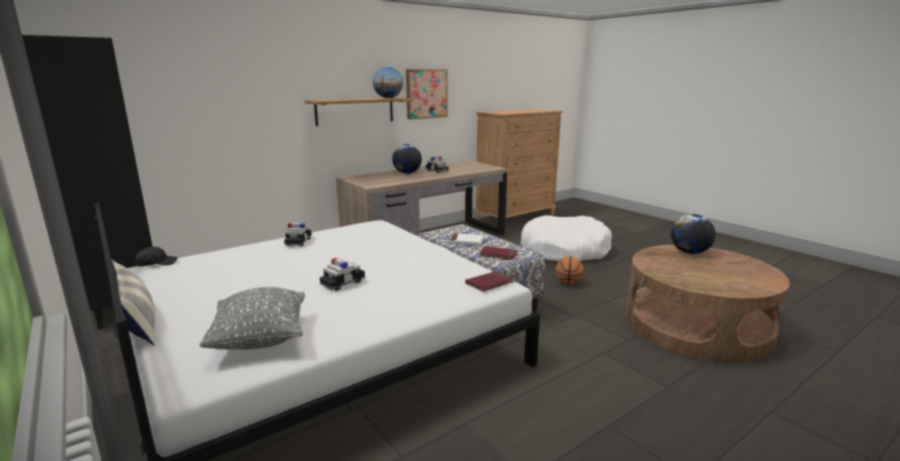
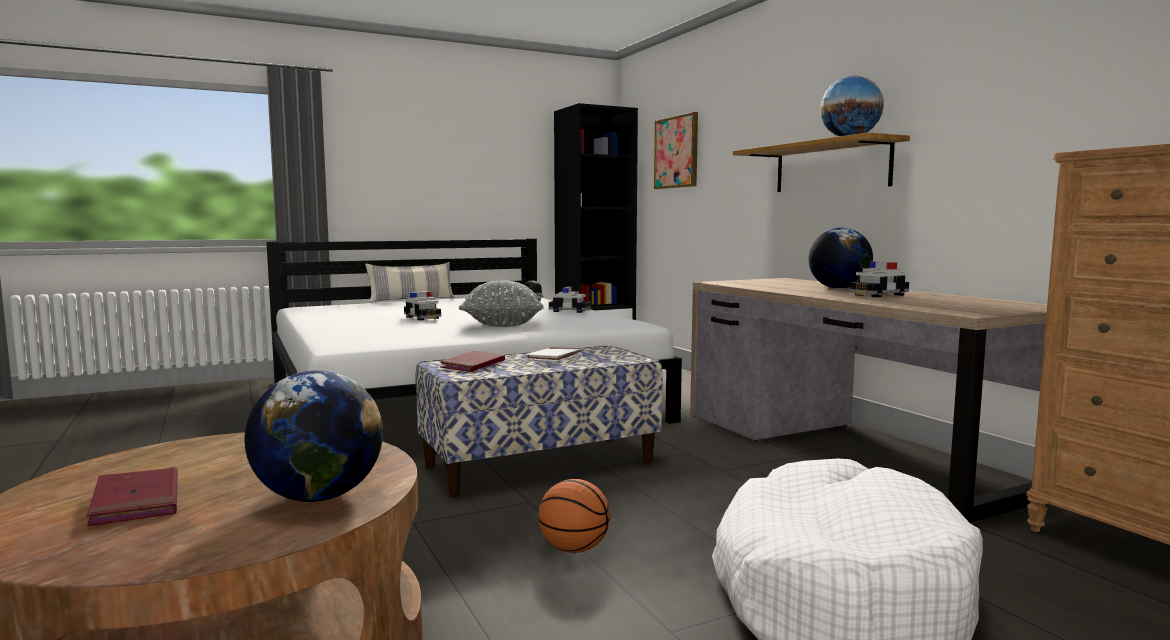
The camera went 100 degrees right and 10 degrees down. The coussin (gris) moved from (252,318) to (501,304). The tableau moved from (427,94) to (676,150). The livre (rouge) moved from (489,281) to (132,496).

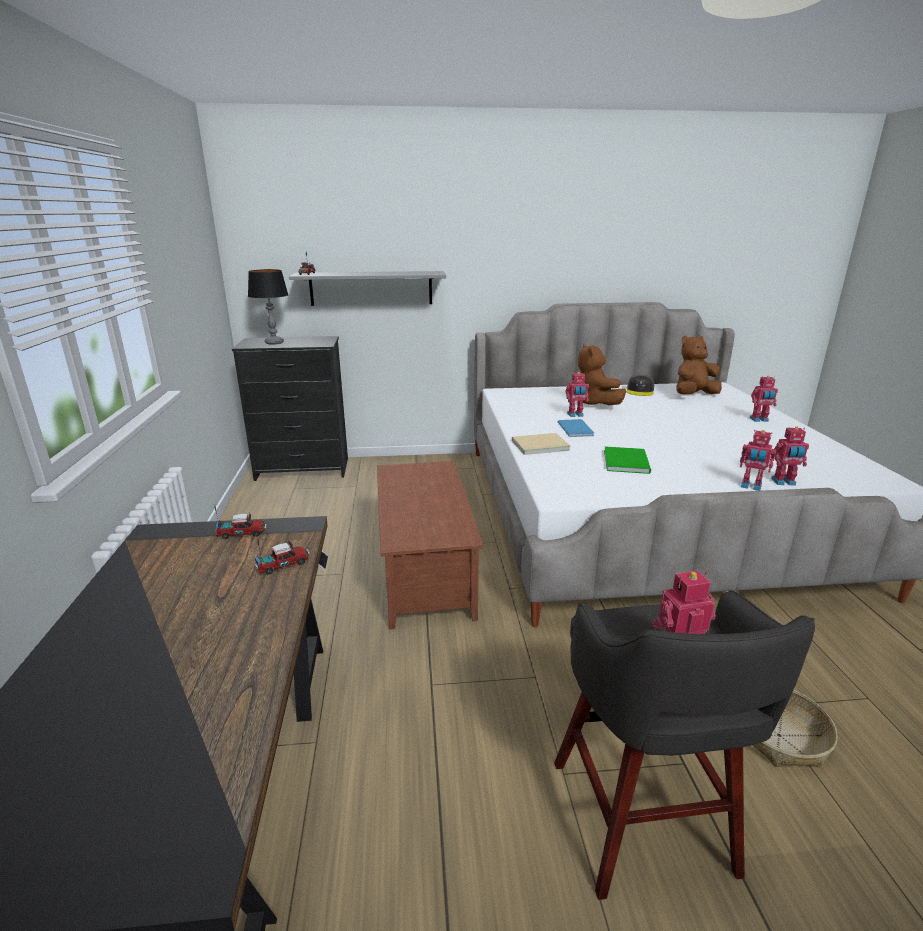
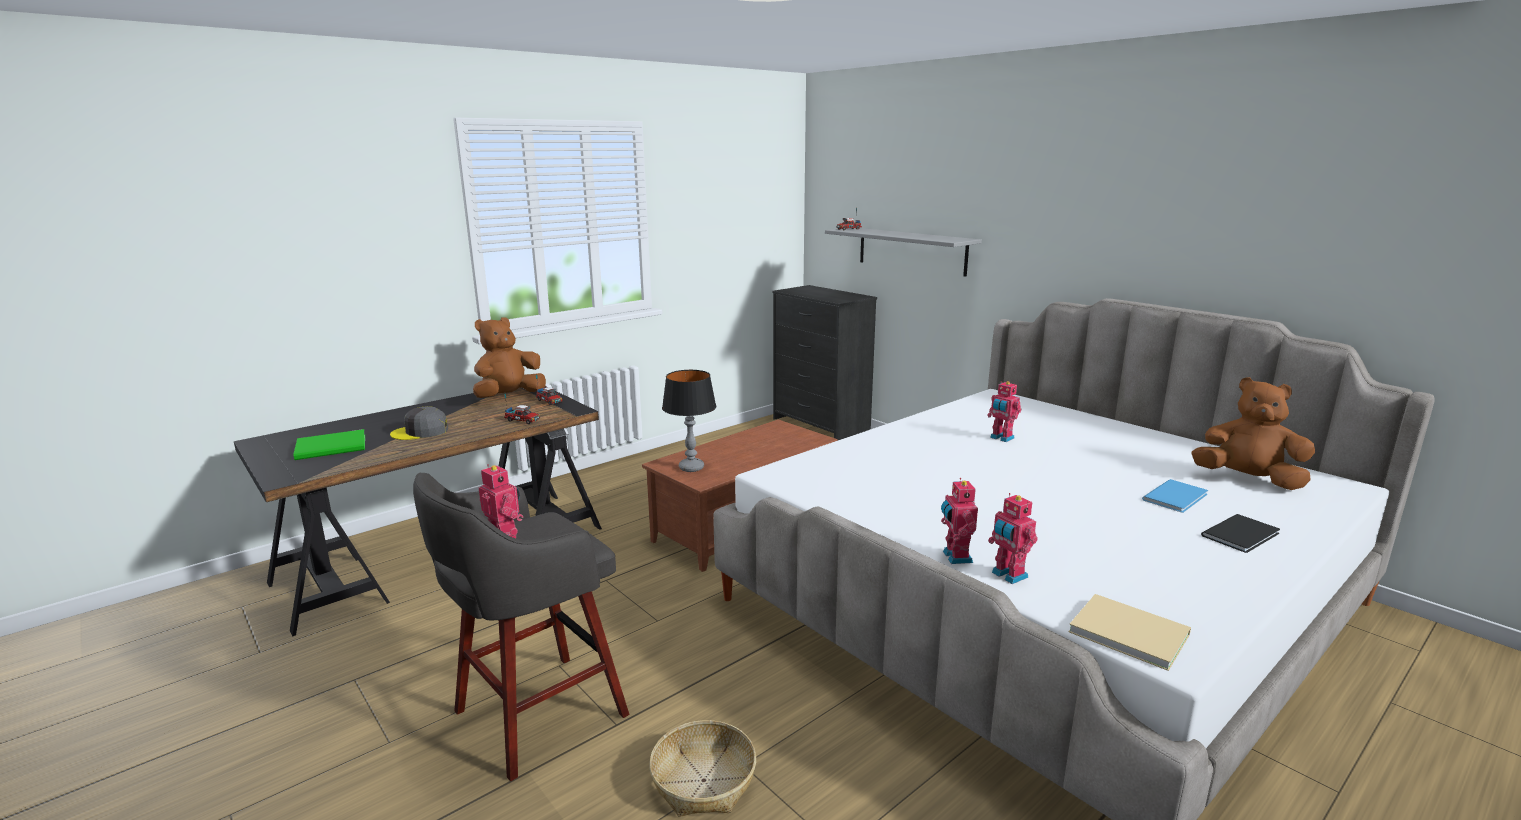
The camera went 55 degrees right and 5 degrees down. The lampe de table moved from (268,307) to (689,421). The livre (beige) moved from (541,444) to (1129,632). The livre (bleu) moved from (576,428) to (1175,496). The peluche (marron) moved from (602,374) to (509,357). The livre (vert) moved from (627,460) to (329,444). The casquette (gris) moved from (640,385) to (419,423). The robot jouet at (764,399) was replaced by the livre (noir) at (1240,533).

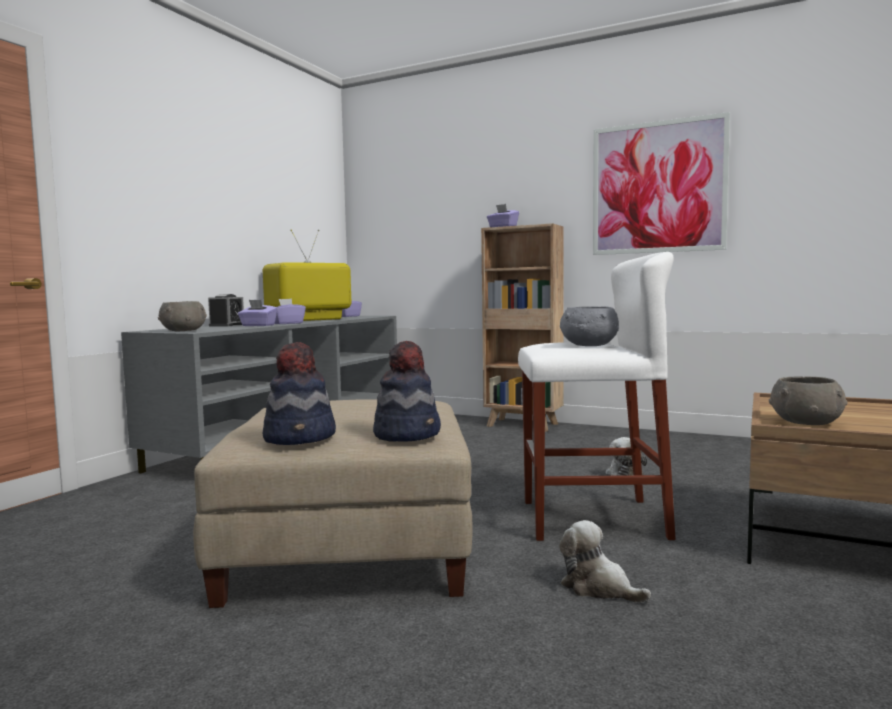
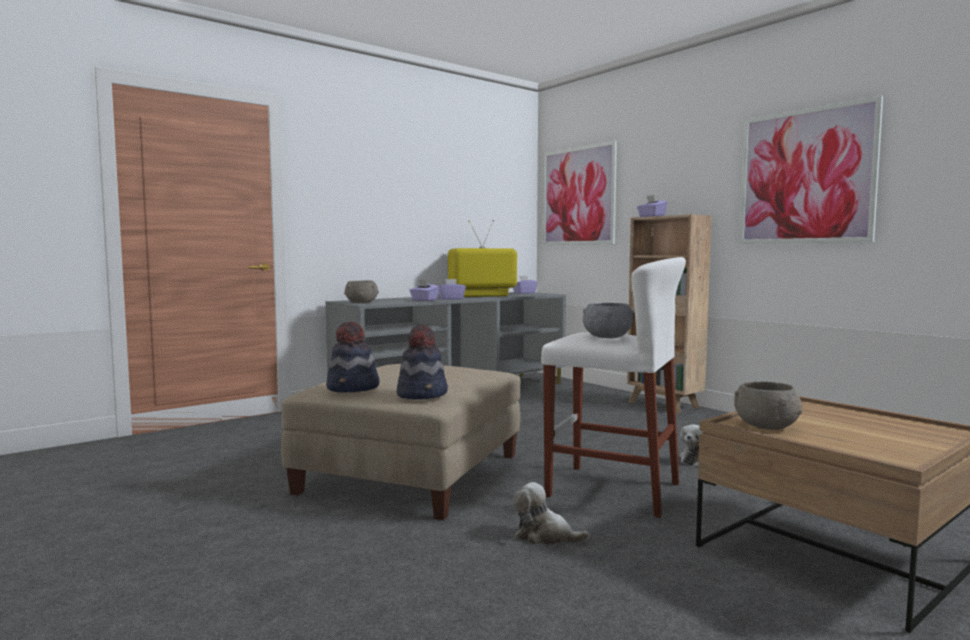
The camera went 25 degrees right and 0 degrees up. The réveil at (226,310) disappeared. The tableau at (580,193) appeared. The peluche at (605,561) turned 45 degrees counterclockwise.

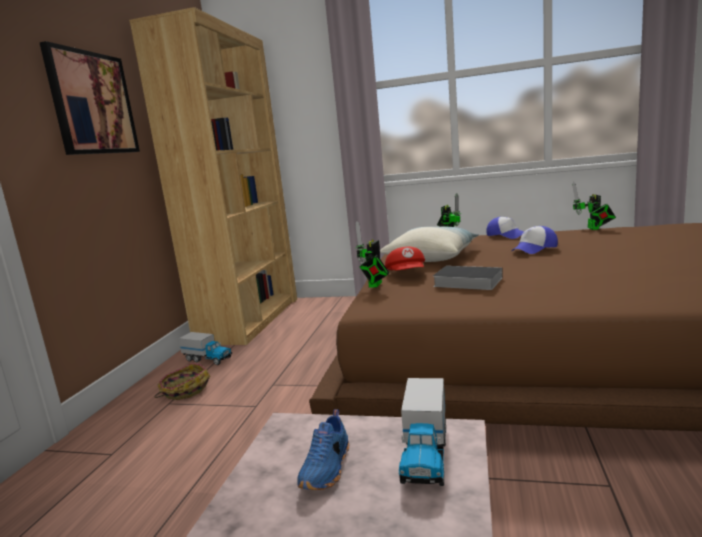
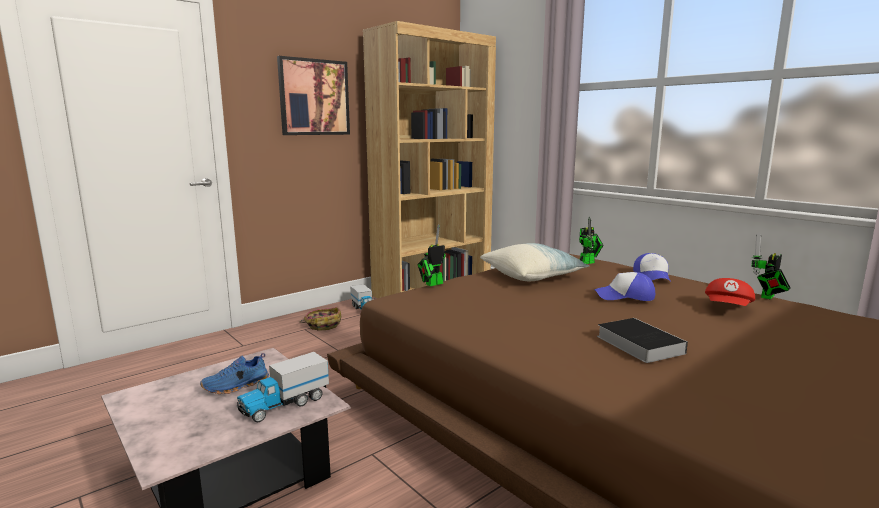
The camera went 35 degrees right and 0 degrees up. The casquette (rouge) moved from (405,258) to (730,292). The livre moved from (468,278) to (642,340).

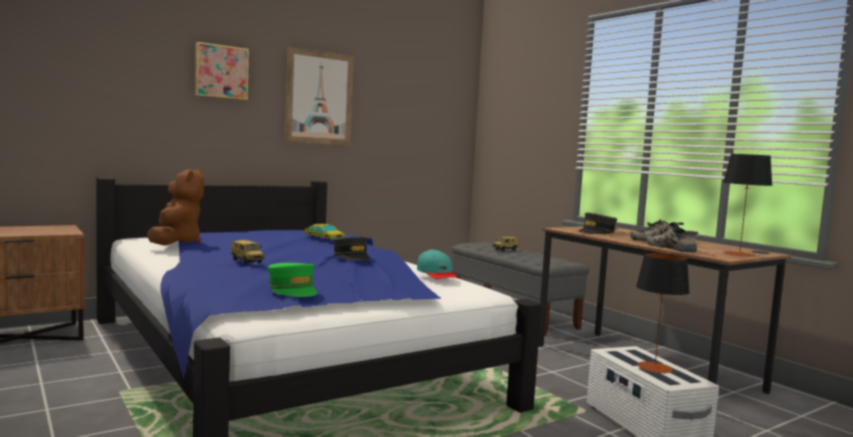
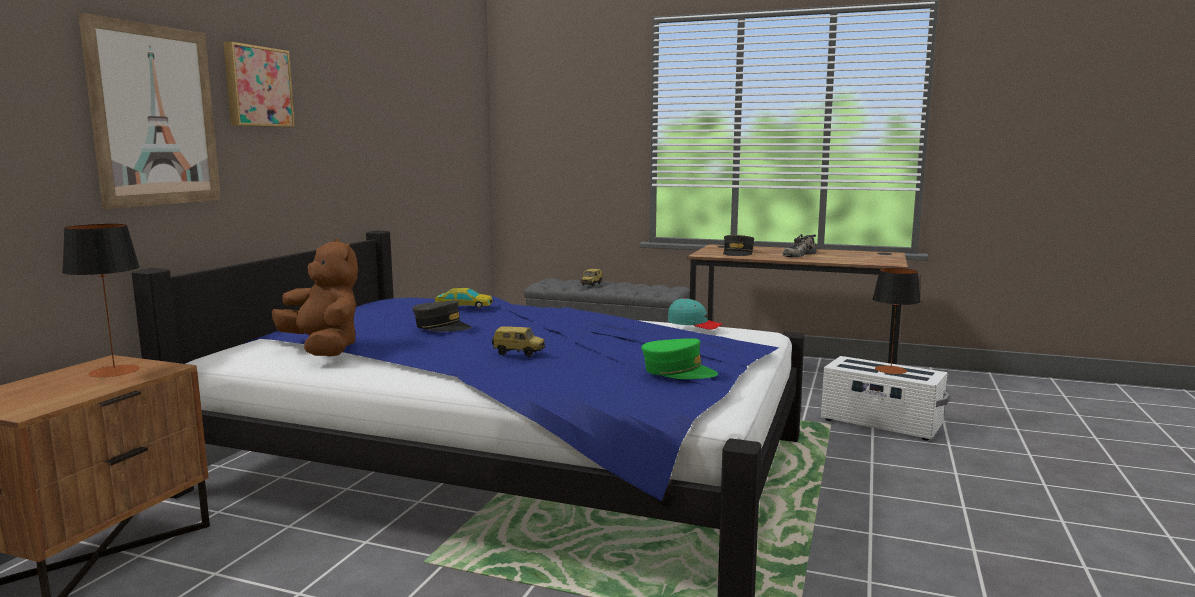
The camera went 35 degrees left and 5 degrees up. The chaussure at (672,239) disappeared. The tableau moved from (319,96) to (149,111). The casquette (gris) moved from (351,248) to (442,316). The lampe de table moved from (747,205) to (101,301).

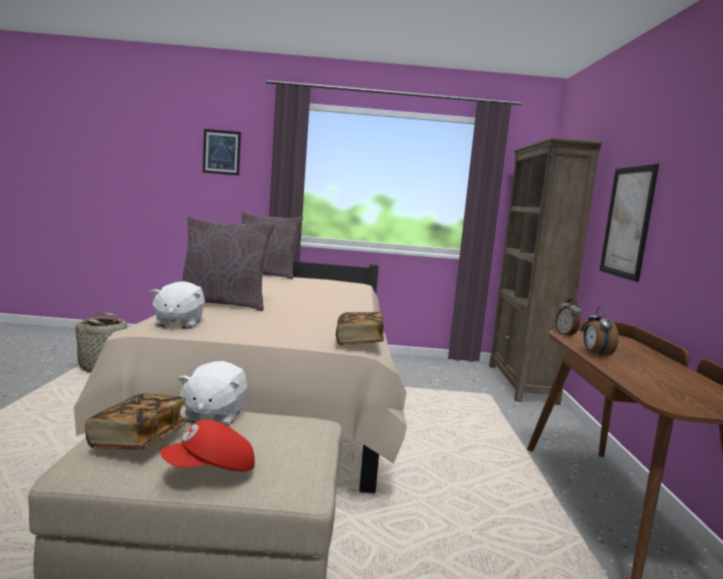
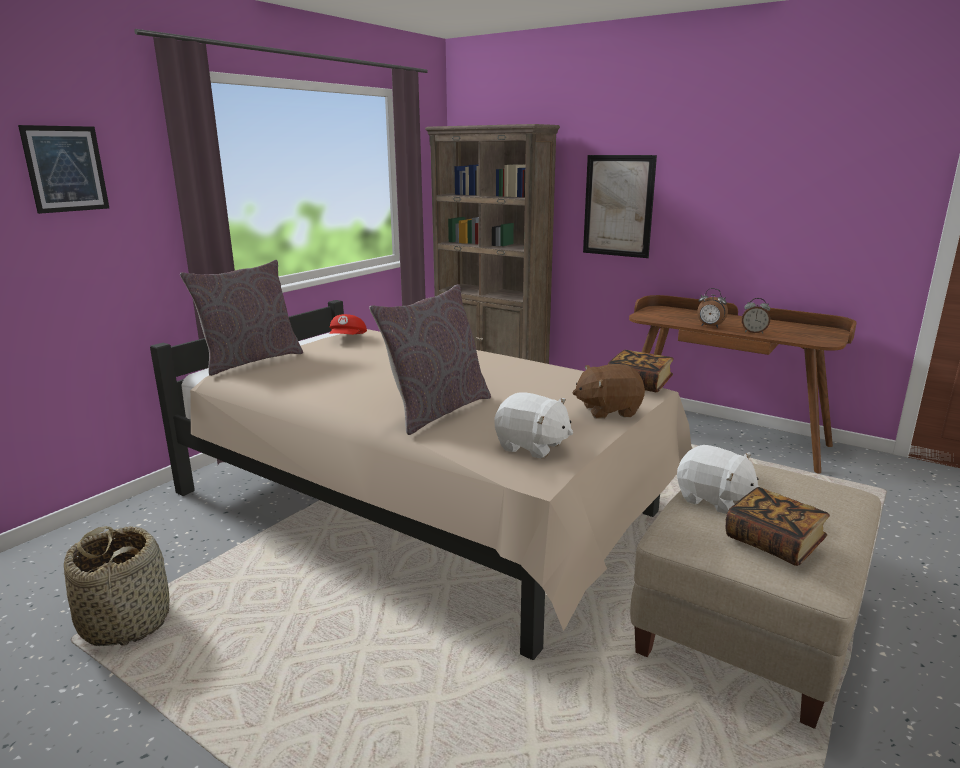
The camera went 55 degrees left and 10 degrees up. The peluche (marron) at (609,391) appeared. The casquette (rouge) moved from (207,446) to (348,324). The réveil moved from (568,318) to (756,315).

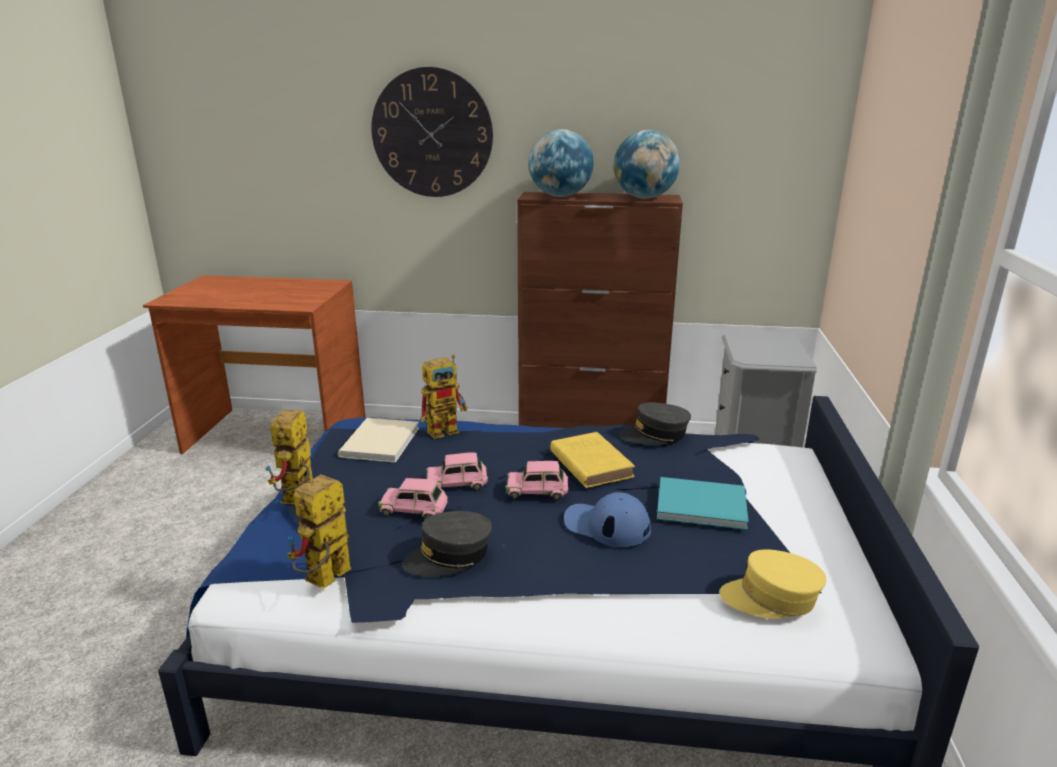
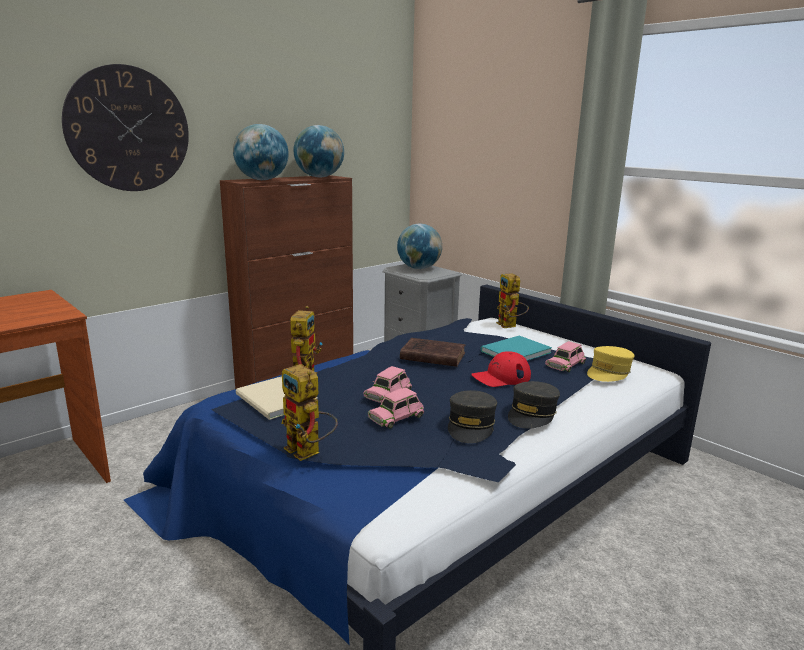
The camera went 50 degrees left and 5 degrees down. The globe at (419,246) appeared. The robot jouet moved from (319,531) to (512,300). The petite voiture (rose) moved from (537,480) to (565,356). The casquette (gris) moved from (655,424) to (534,405). The livre (jaune) at (592,460) became the livre (marron) at (433,352). The casquette (bleu) at (607,519) became the casquette (rouge) at (501,369).

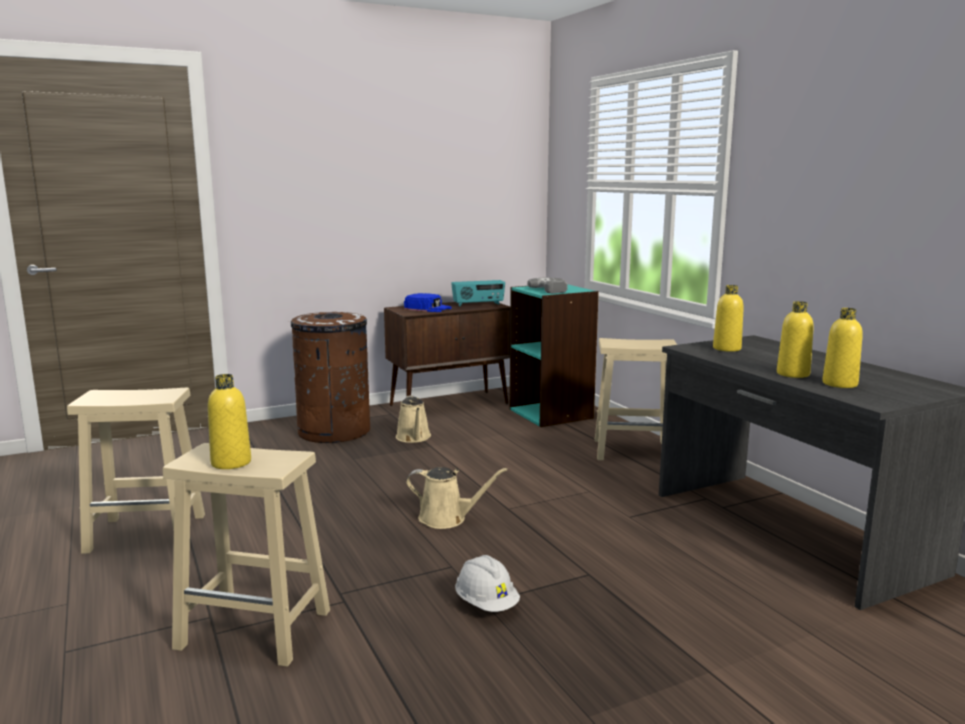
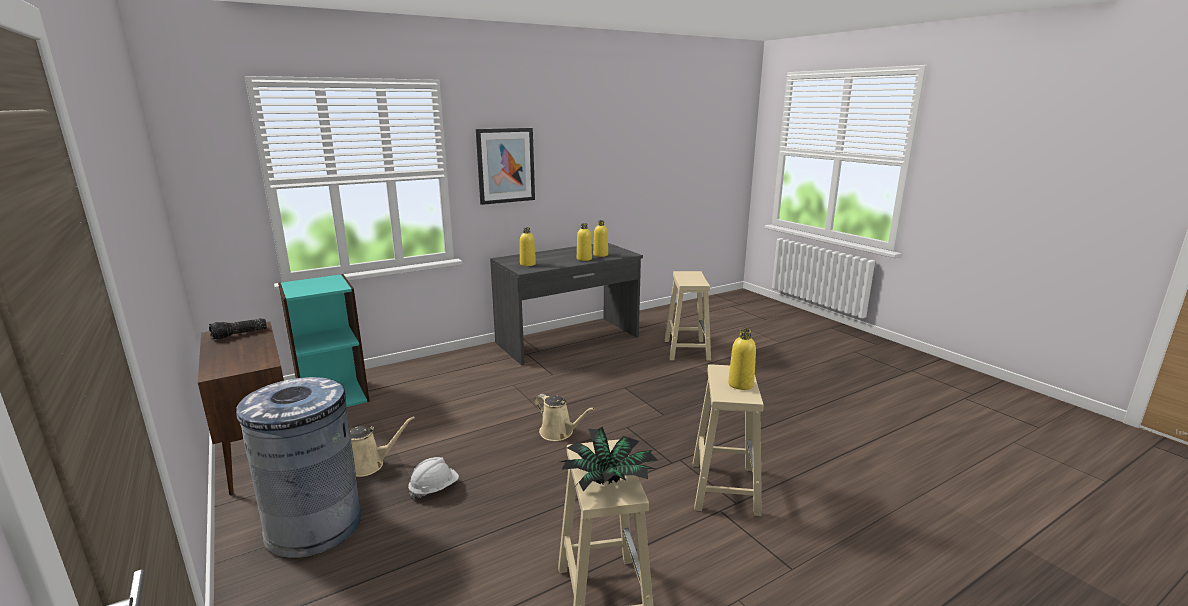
The camera went 95 degrees left and 5 degrees up. The casquette (bleu) at (428,302) disappeared. The perceuse at (547,285) disappeared. The tableau at (505,166) appeared. The plante en pot at (610,459) appeared. The casque de chantier (blanc) moved from (487,583) to (433,478). The tabouret (beige) moved from (636,399) to (688,316). The radio at (478,293) was replaced by the lampe de poche at (238,329). The poubelle (marron) at (330,377) became the poubelle (gris) at (298,467). The arrosoir (beige) at (456,498) turned 120 degrees clockwise.

